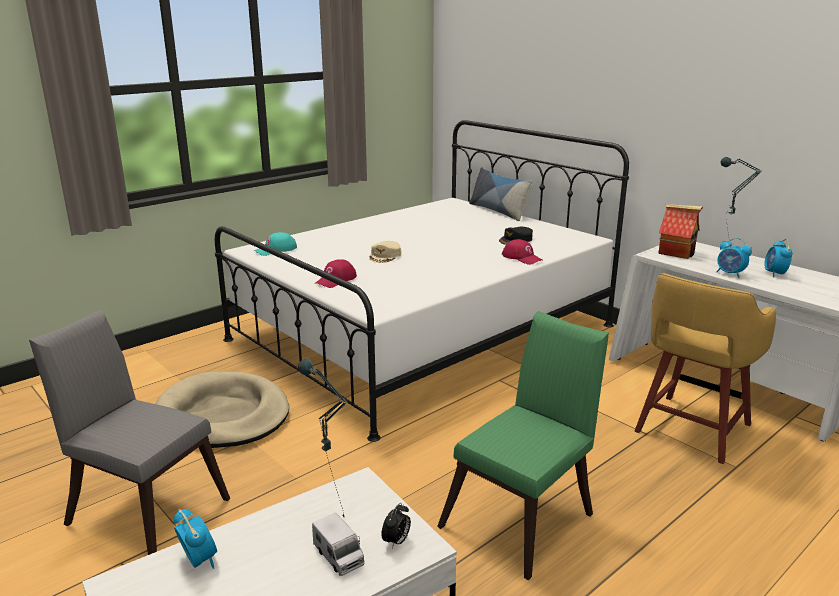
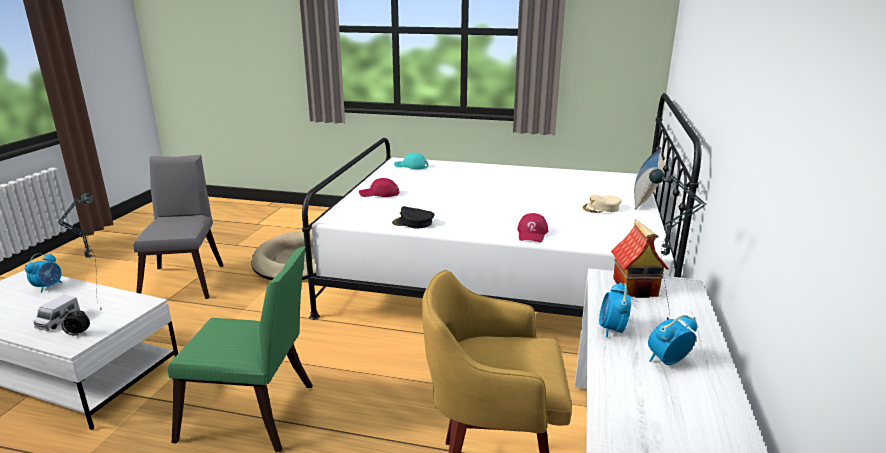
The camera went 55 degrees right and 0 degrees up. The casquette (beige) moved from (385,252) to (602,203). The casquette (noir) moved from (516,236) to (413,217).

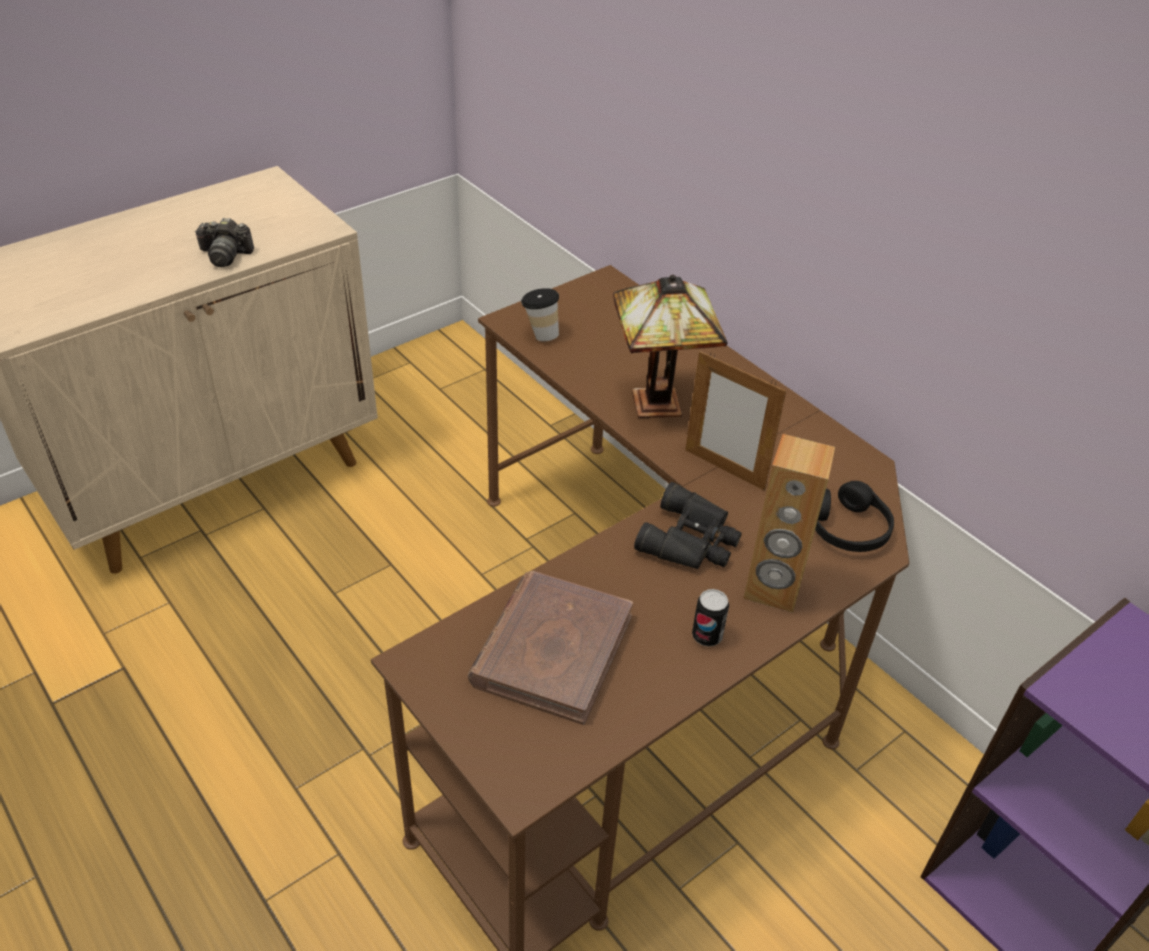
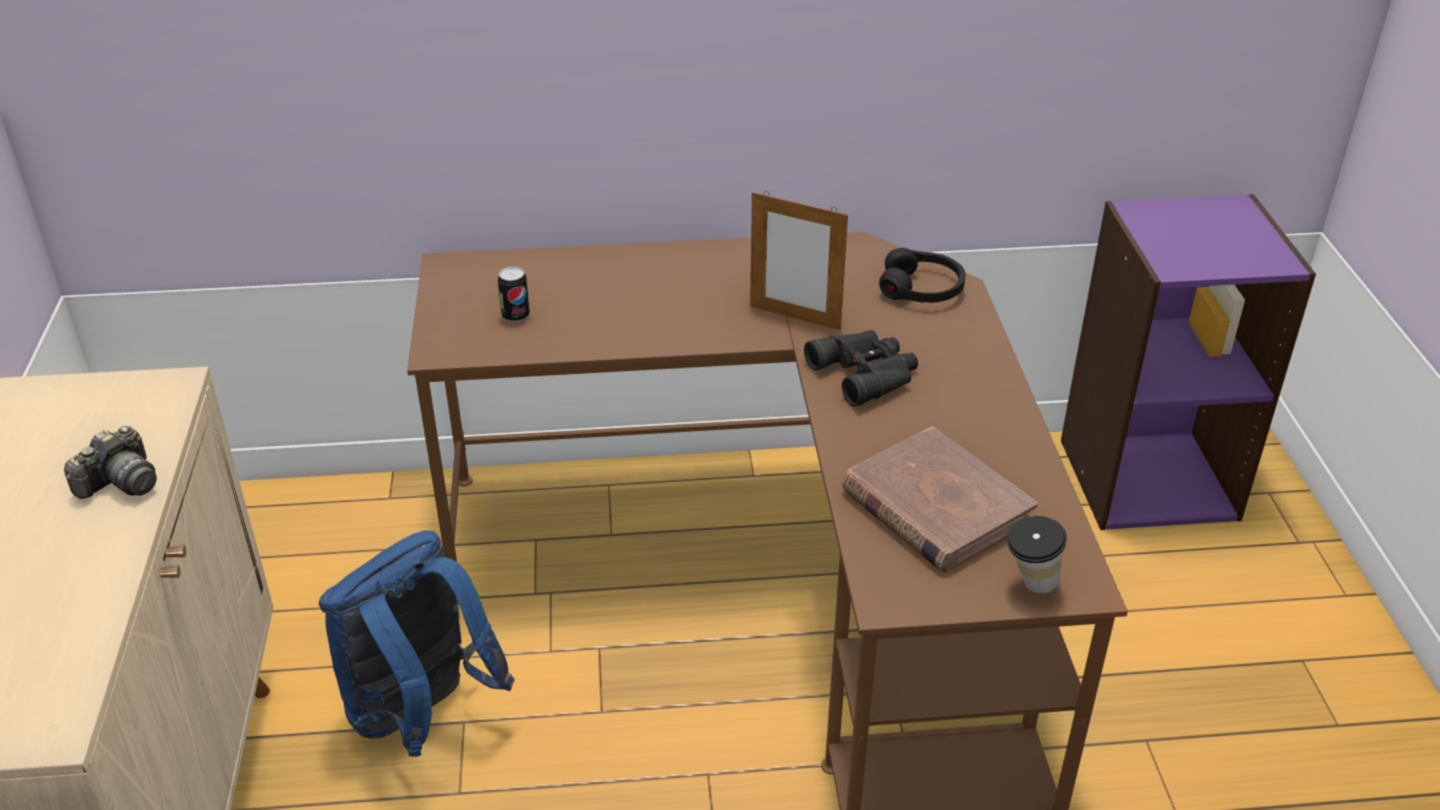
The camera went 55 degrees left and 5 degrees down. The lampe de table at (670,346) disappeared. The enceinte (marron) at (789,523) disappeared. The sac à dos (bleu) at (417,643) appeared. The tasse moved from (540,314) to (1037,554). The boîte métallique moved from (710,617) to (514,294). The cadre photo at (735,421) turned 45 degrees clockwise.

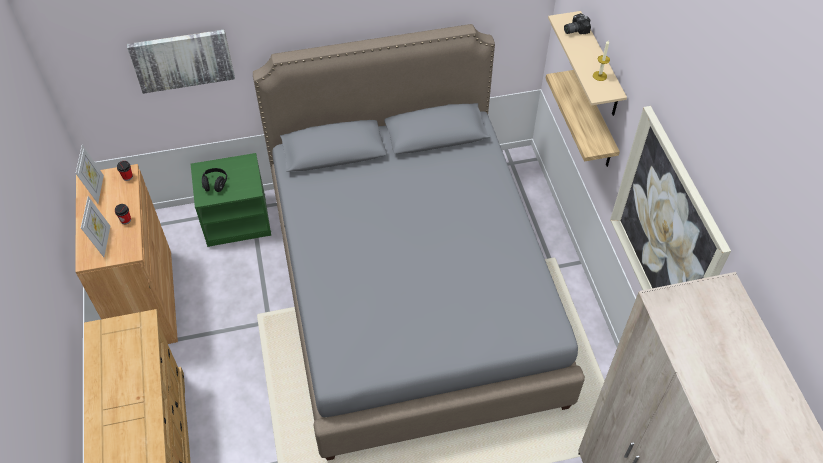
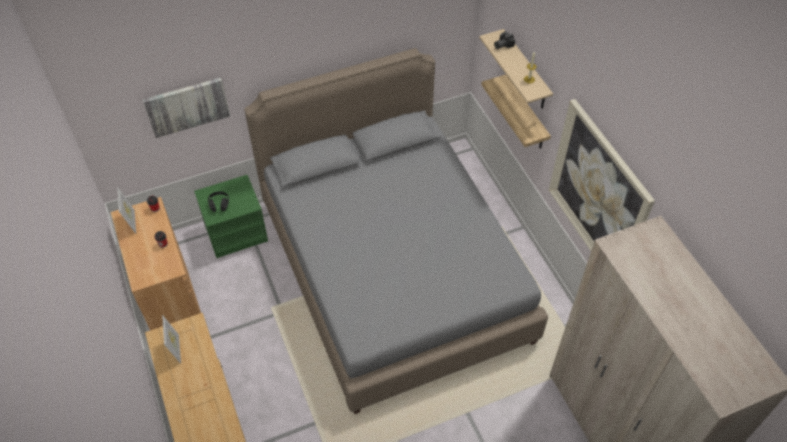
The camera went 10 degrees left and 0 degrees up. The cadre photo moved from (95,226) to (171,339).

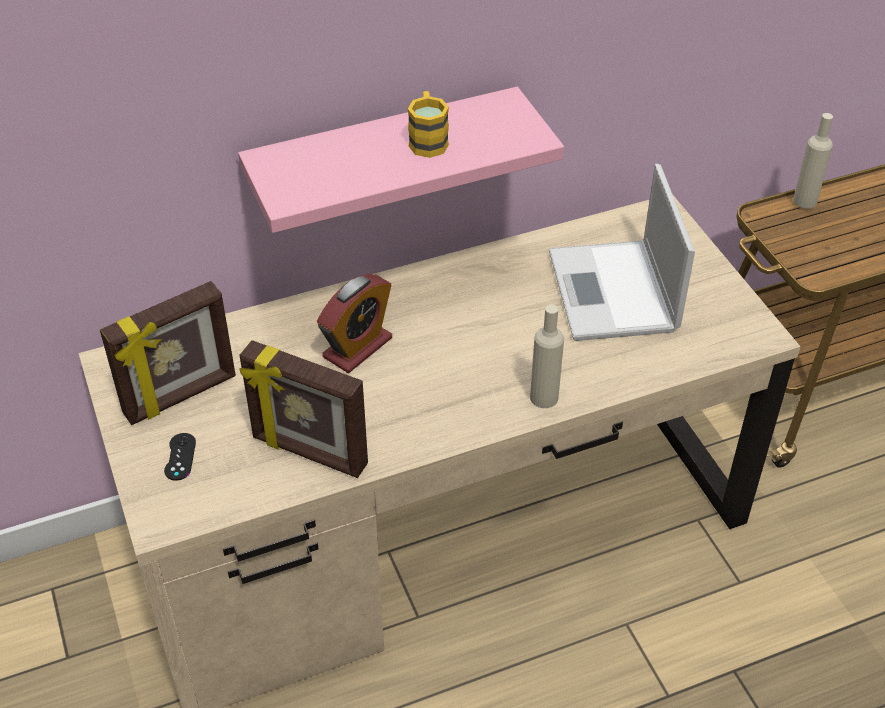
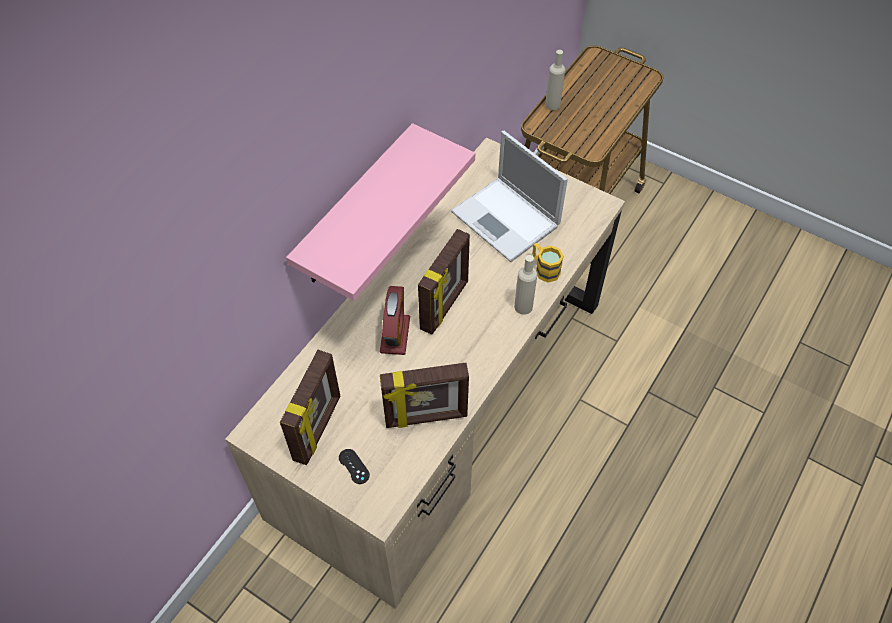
The camera went 35 degrees left and 10 degrees up. The cadre photo at (444,282) appeared. The mug (jaune) moved from (428,124) to (548,263).

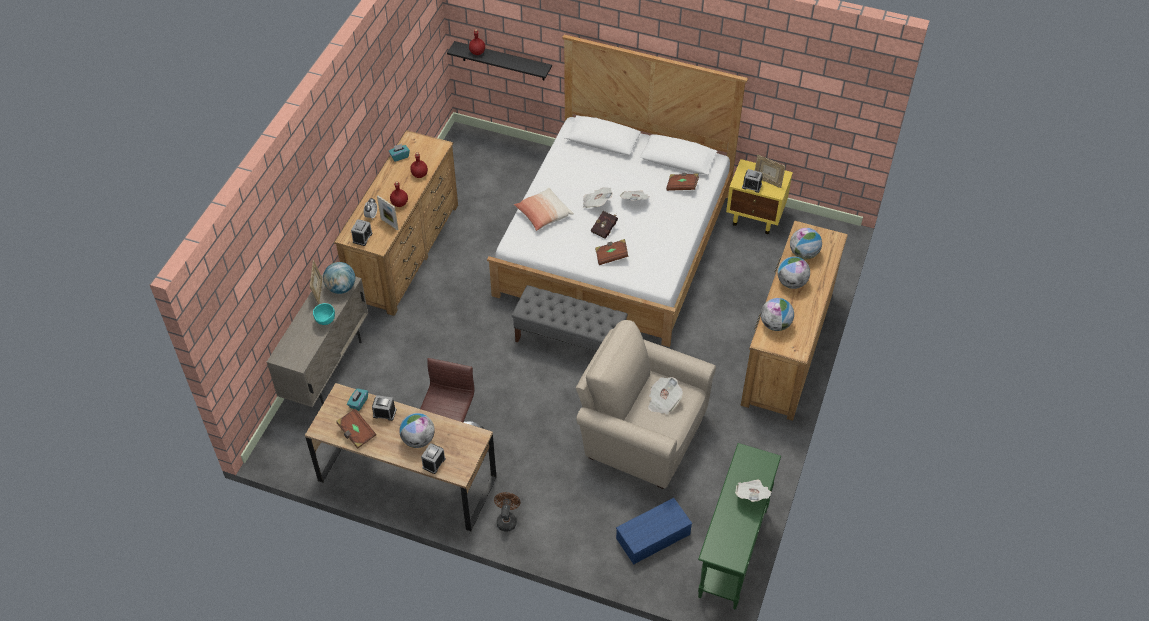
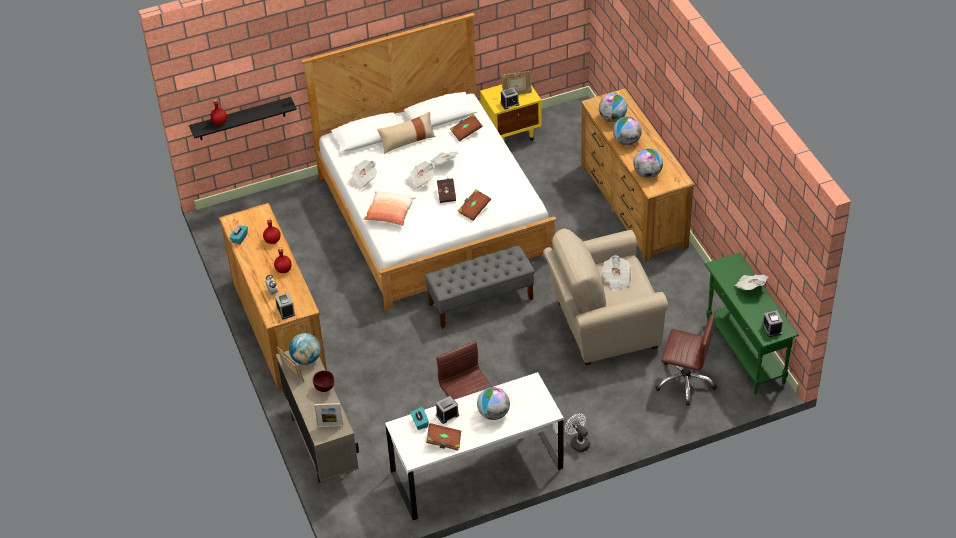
The camera went 40 degrees left and 5 degrees down. The journal at (362,175) appeared. The coussin (beige) at (406,133) appeared. The cadre photo moved from (387,213) to (328,415). The réveil moved from (433,458) to (772,323). The boîte de rangement (bleu) at (654,531) was replaced by the chaise de bureau (marron) at (686,359). The bureau (marron) at (401,457) became the bureau (blanc) at (474,446). The bol (turquoise) at (324,314) became the bol (marron) at (323,381). The ventilateur (marron) at (507,511) became the ventilateur (blanc) at (577,433).

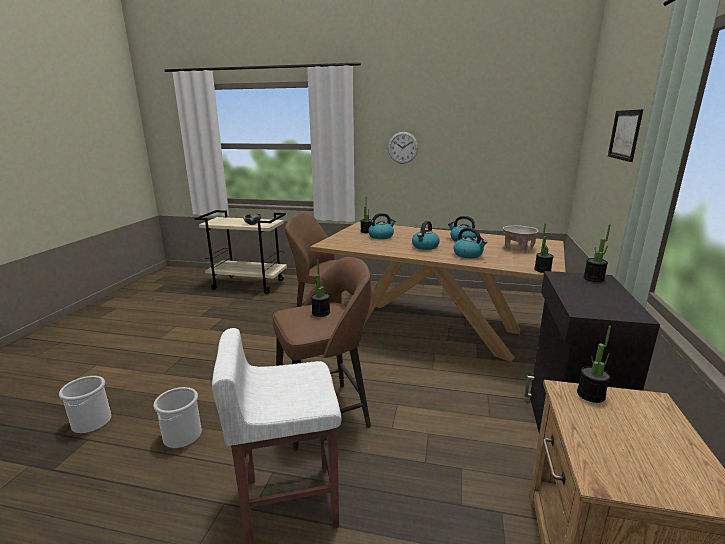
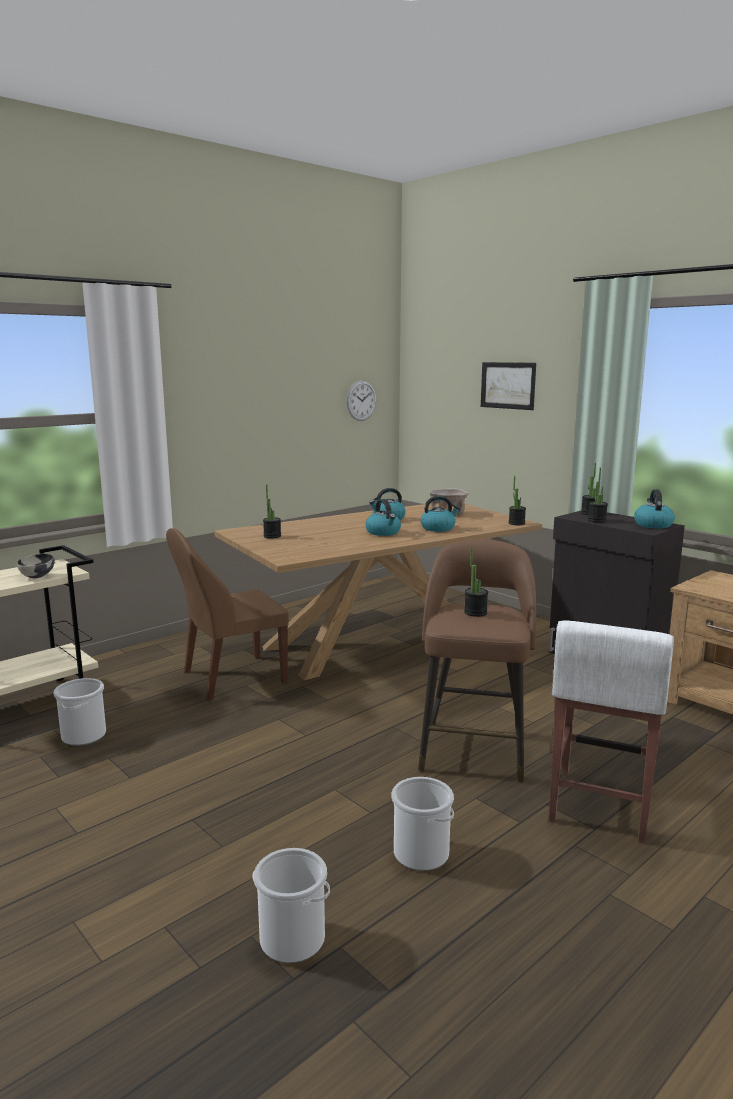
The camera went 55 degrees left and 5 degrees down. The seau at (79,712) appeared. The bouilloire moved from (382,226) to (654,509). The horloge murale moved from (403,148) to (361,400). The plante en pot moved from (594,364) to (598,495).

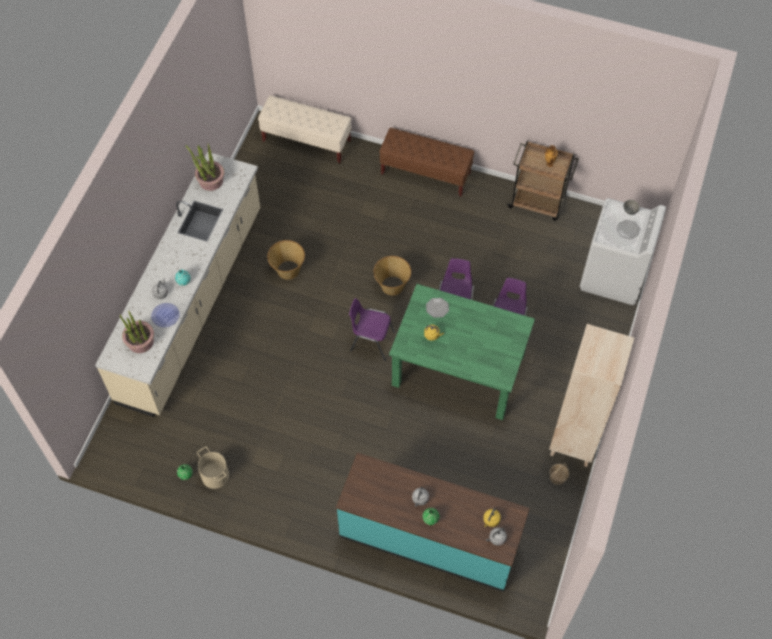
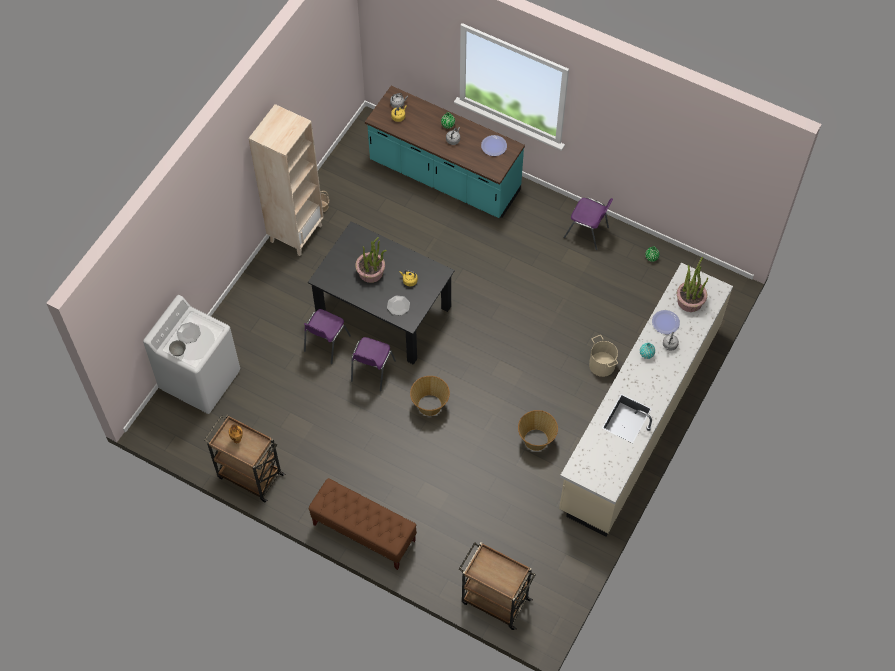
The camera went 170 degrees left and 0 degrees up. The assiette at (494,145) appeared. The plante en pot moved from (205,167) to (371,260). The seau (beige) moved from (213,468) to (603,356). The chaise (violet) moved from (372,329) to (588,224). The banc (beige) at (304,129) was replaced by the chariot (marron) at (497,586). The table à manger (vert) at (462,352) became the table à manger (noir) at (381,293).

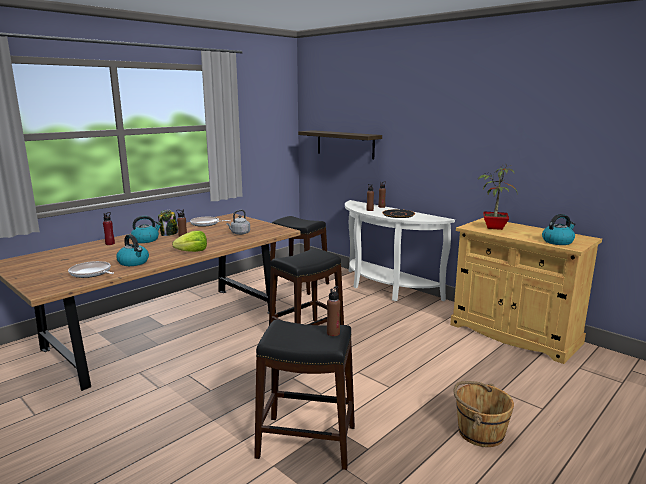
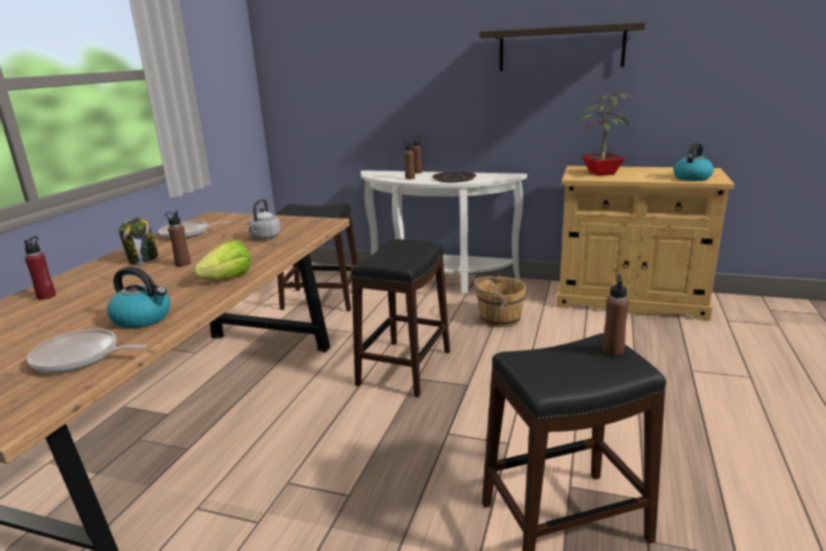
The camera went 25 degrees left and 5 degrees up. The bouilloire at (146,229) disappeared. The étagère moved from (340,144) to (563,46). The seau (marron) moved from (484,414) to (499,301).

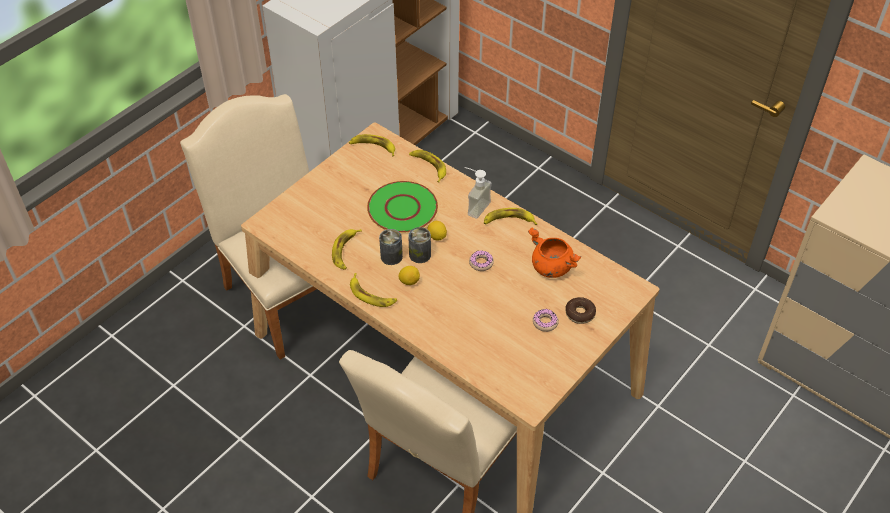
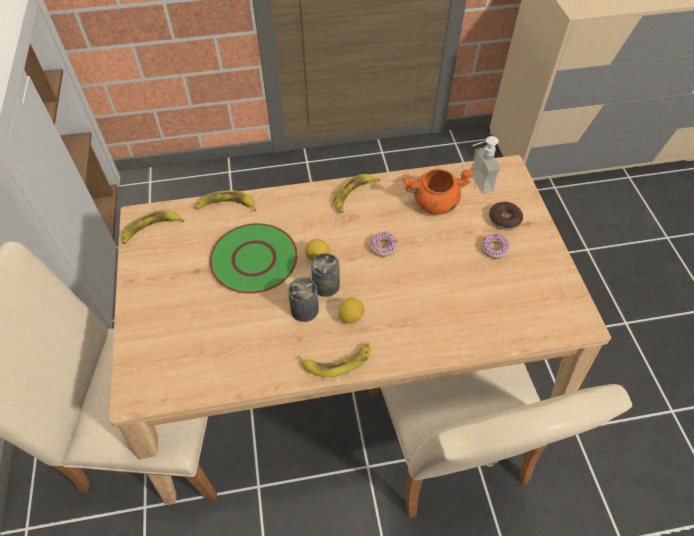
The camera went 50 degrees left and 5 degrees up. The banane at (347,249) disappeared. The distributeur de savon moved from (478,193) to (485,165).

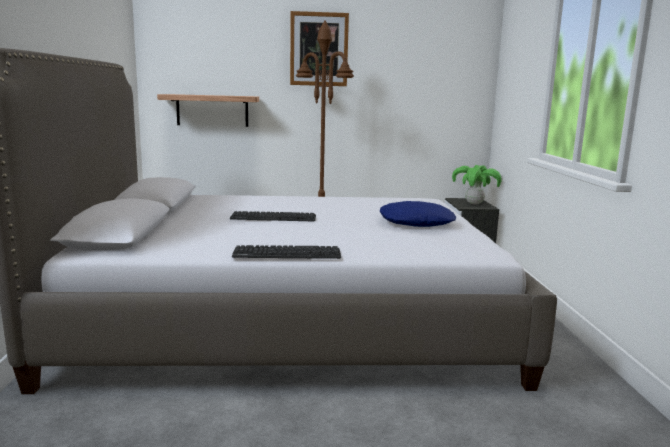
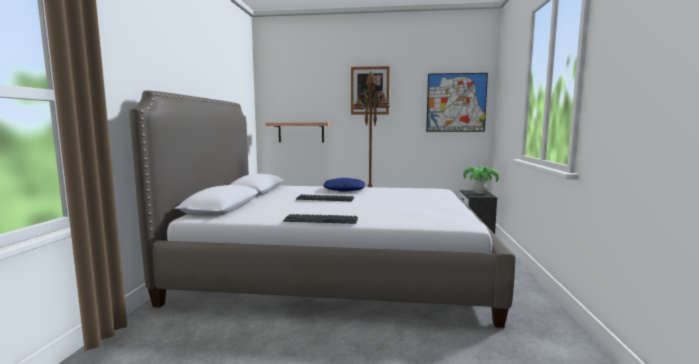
The camera went 10 degrees right and 5 degrees down. The tableau at (457,102) appeared. The coussin (bleu) moved from (418,214) to (344,185).

